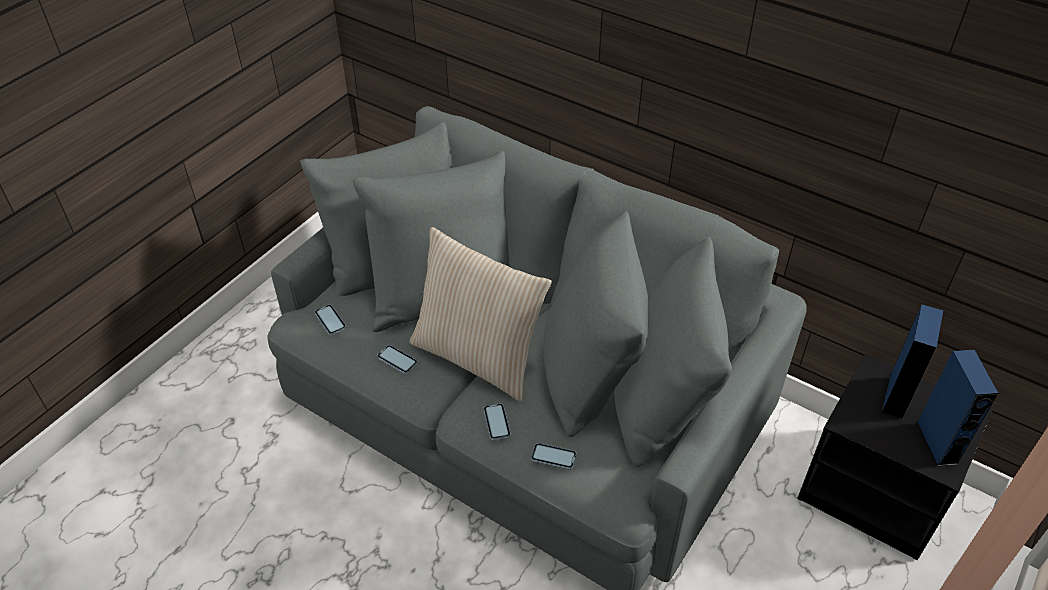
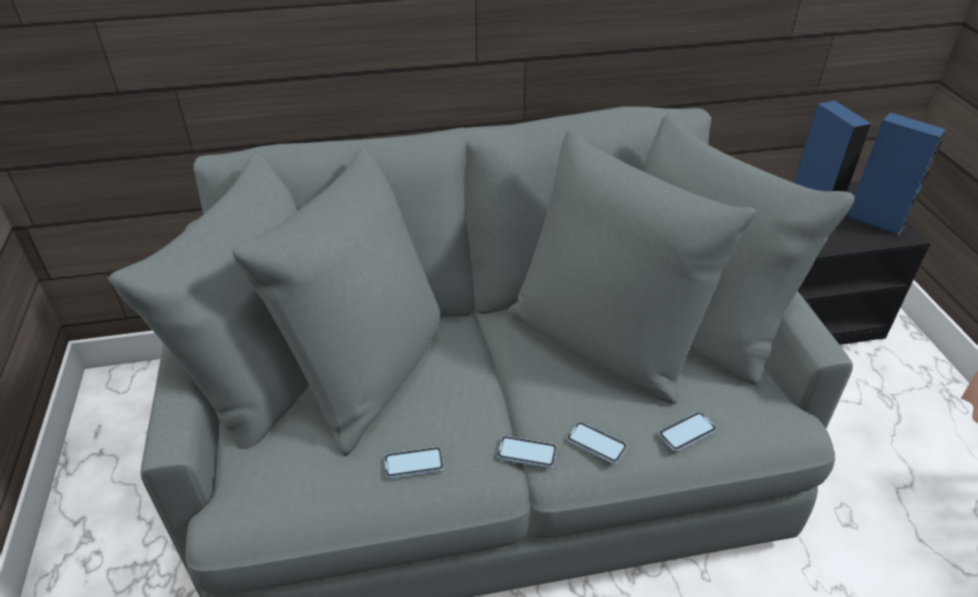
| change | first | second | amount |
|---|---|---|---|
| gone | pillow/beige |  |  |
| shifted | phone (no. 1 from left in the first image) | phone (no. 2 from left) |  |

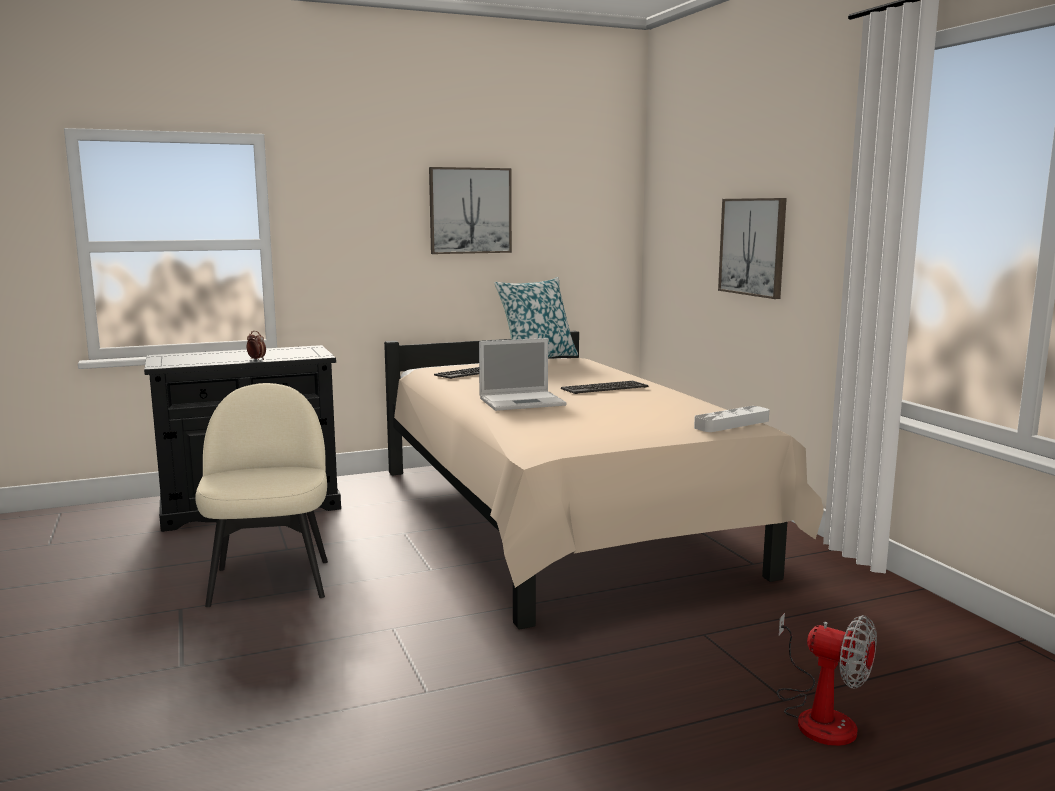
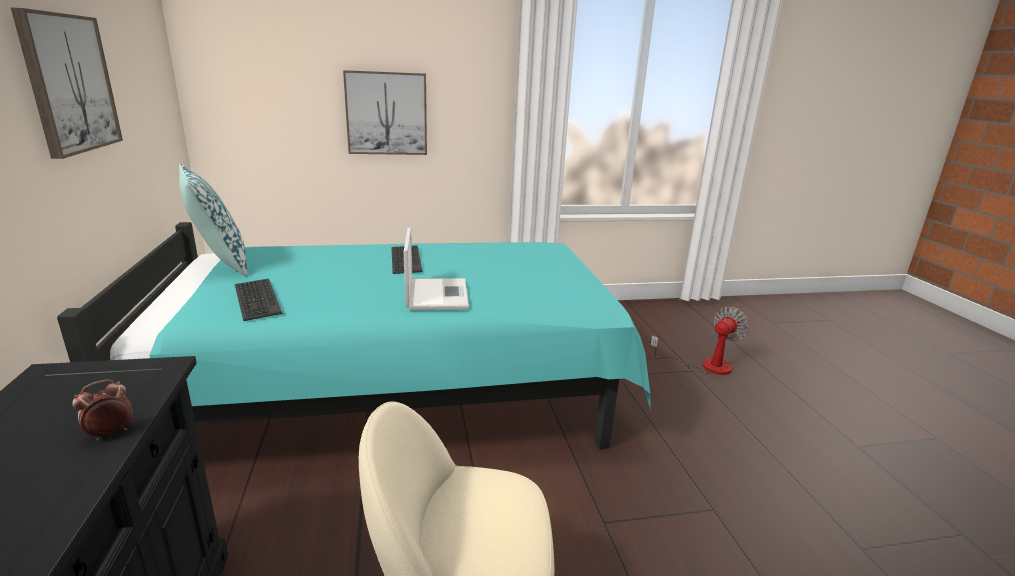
| change | first | second | amount |
|---|---|---|---|
| repainted | bed/beige | bed/blue-green |  |
| gone | serving tray/grey |  |  |

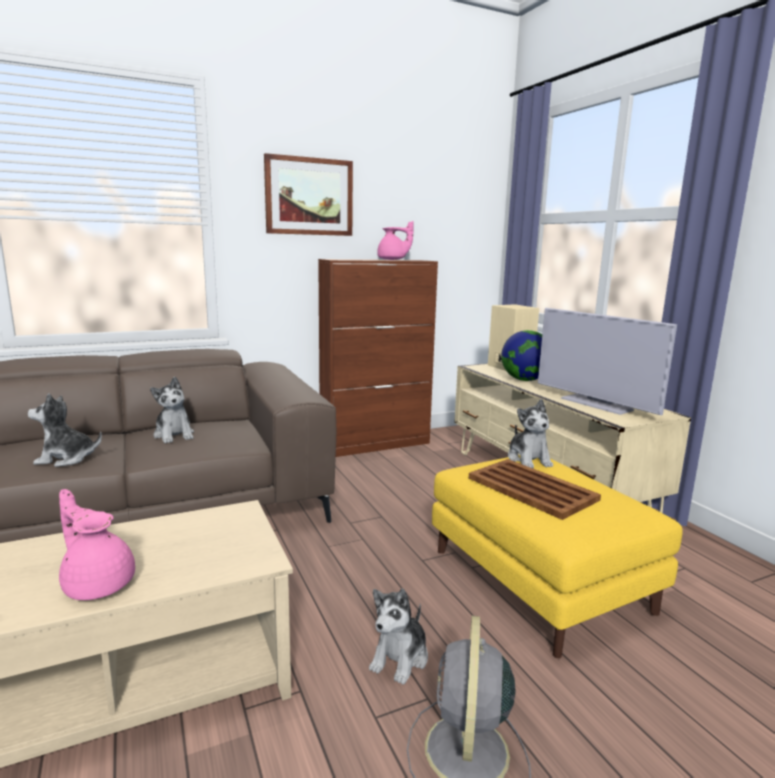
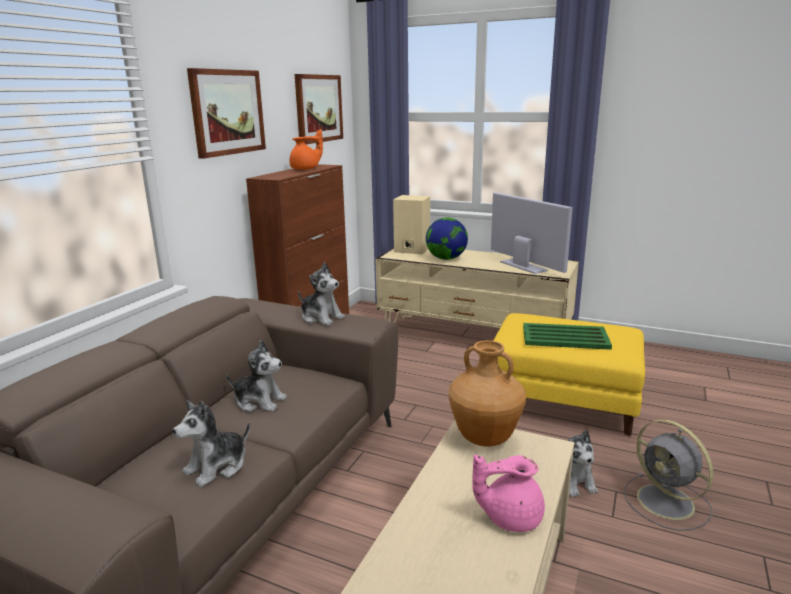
| change | first | second | amount |
|---|---|---|---|
| repainted | pot for tea/pink-coloured (no. 2 from left) | pot for tea/orange |  |
| rotated | television |  | 135 degrees counterclockwise |
| shifted | soft toy (no. 4 from left in the first image) | soft toy (no. 3 from left) |  |
| repainted | serving tray/brownish | serving tray/greenish |  |
| new |  | wall art (no. 2 from left) |  |
| new |  | vase/brownish |  |

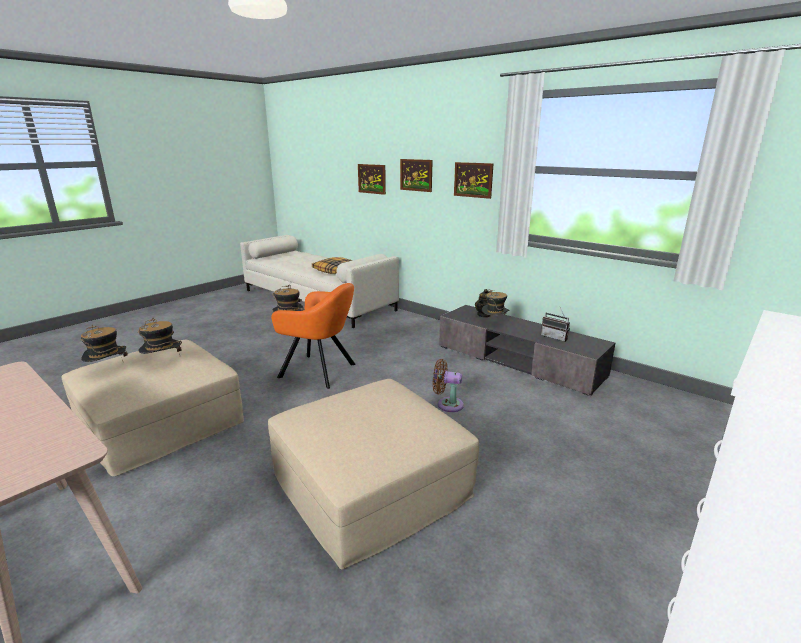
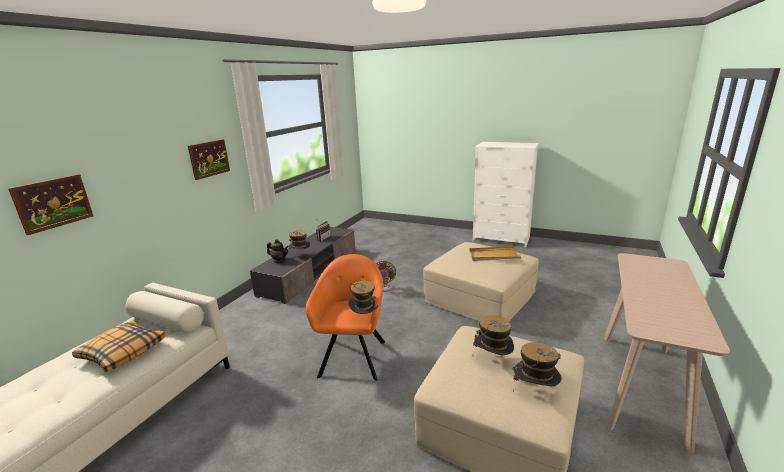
| change | first | second | amount |
|---|---|---|---|
| gone | wall art (no. 2 from left) |  |  |
| new |  | serving tray/beige |  |

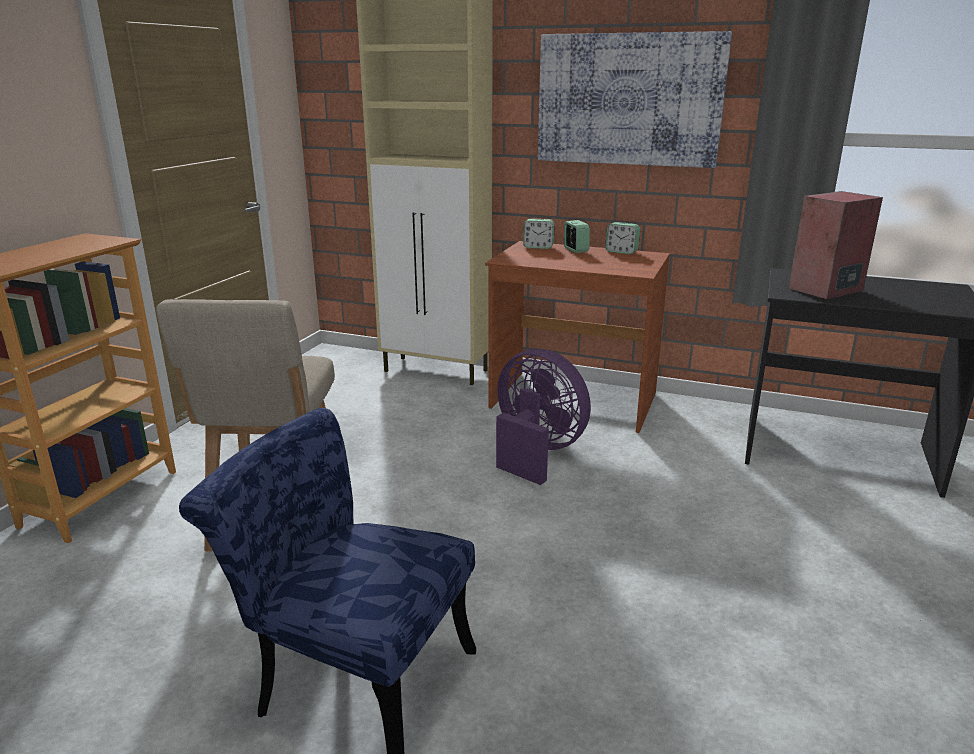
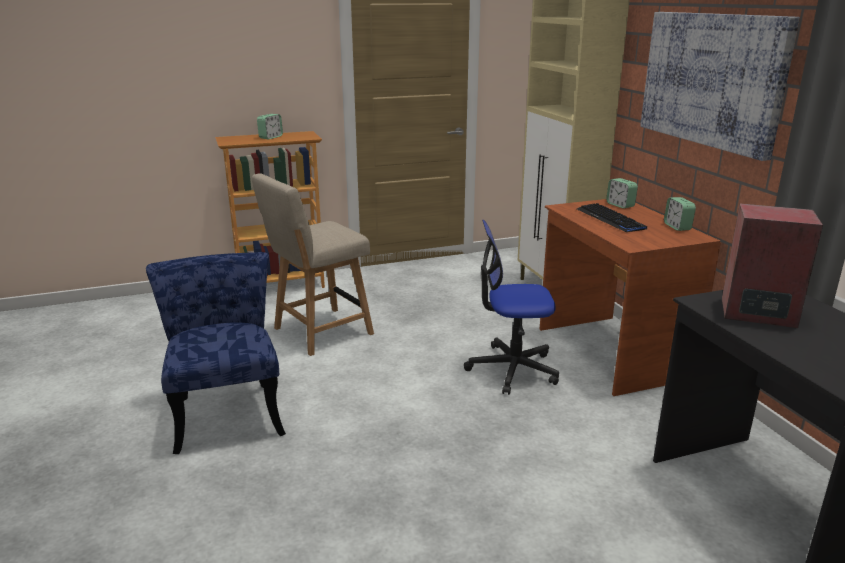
| change | first | second | amount |
|---|---|---|---|
| shifted | bedside clock (no. 2 from left in the first image) | bedside clock (no. 1 from left) |  |
| swapped | electric fan/purplish | computer chair |  |
| new |  | PC keyboard |  |

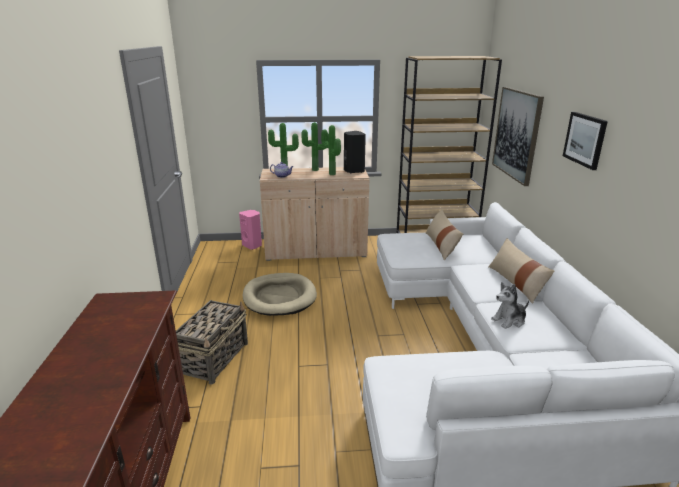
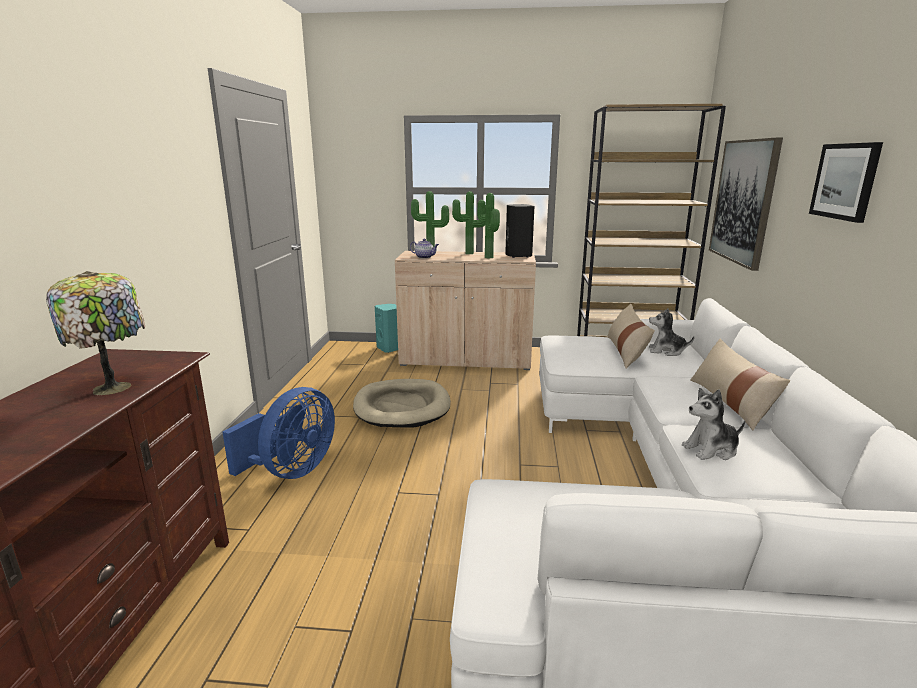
| change | first | second | amount |
|---|---|---|---|
| repainted | speaker/pink-coloured | speaker/blue-green |  |
| swapped | household basket | electric fan/blue-coloured |  |
| new |  | table lamp |  |
| new |  | soft toy (no. 1 from left) |  |

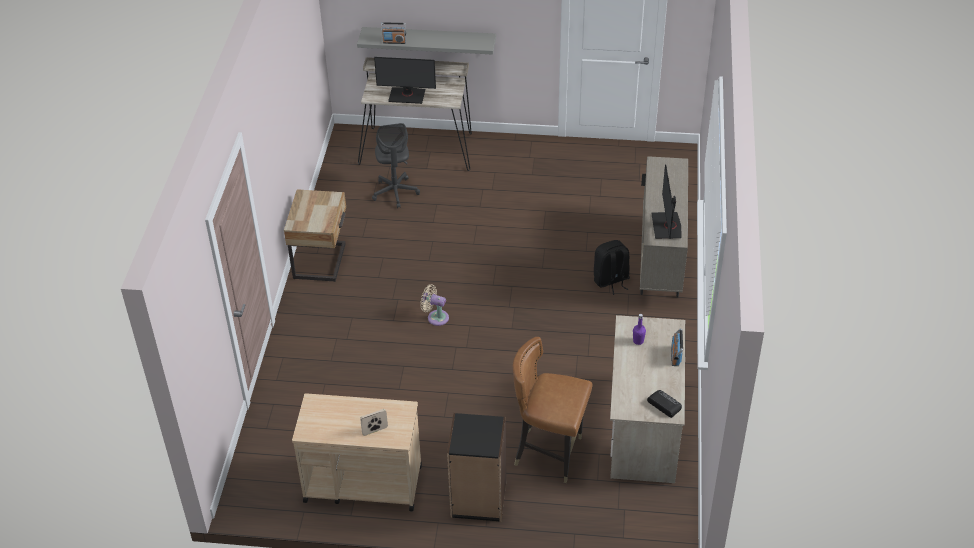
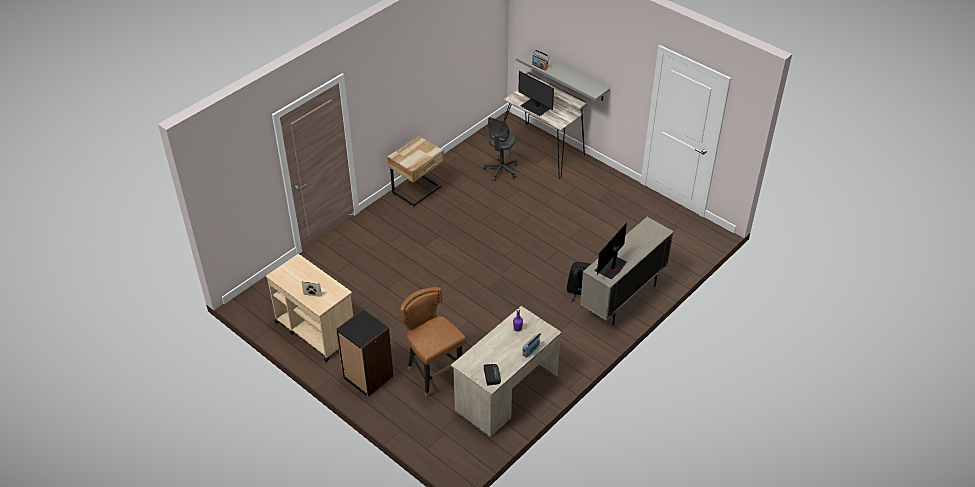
| change | first | second | amount |
|---|---|---|---|
| gone | electric fan/beige |  |  |

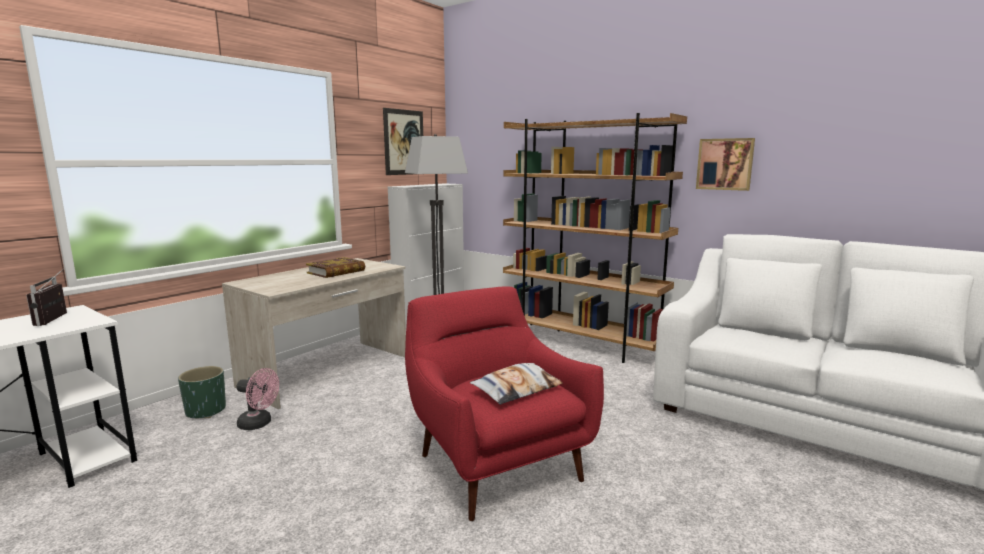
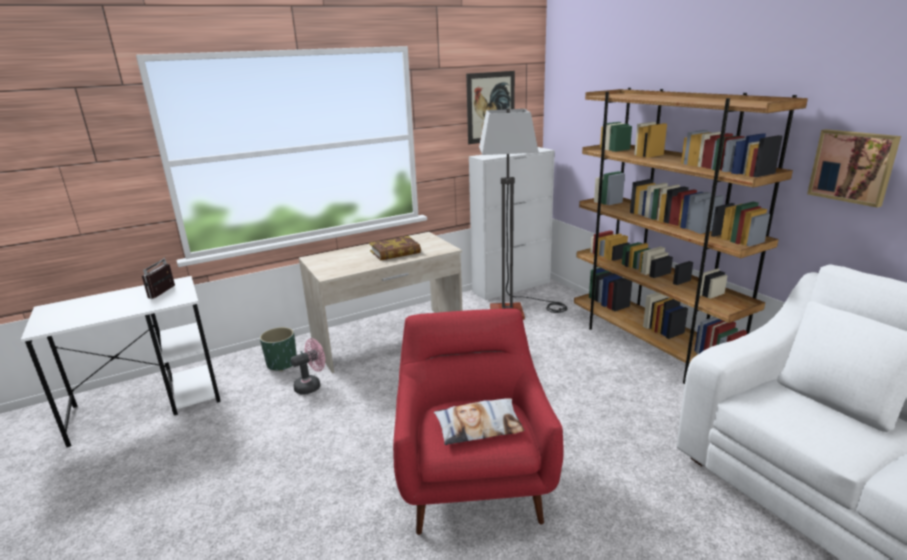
| change | first | second | amount |
|---|---|---|---|
| rotated | electric fan/pink-coloured |  | 75 degrees counterclockwise |

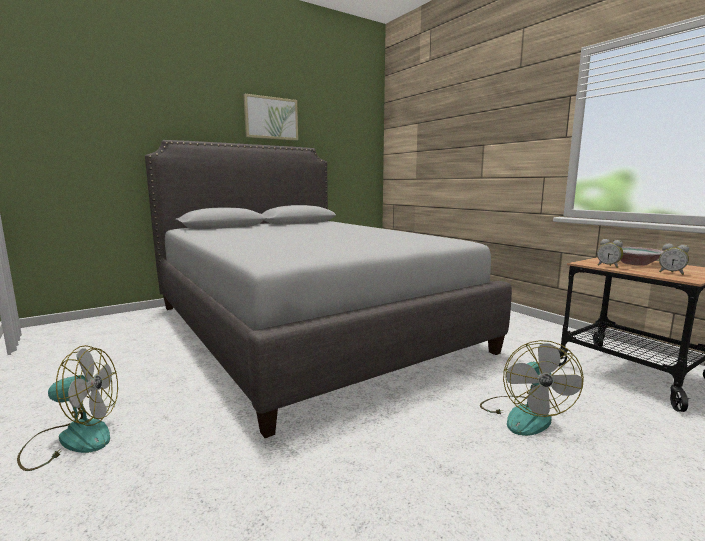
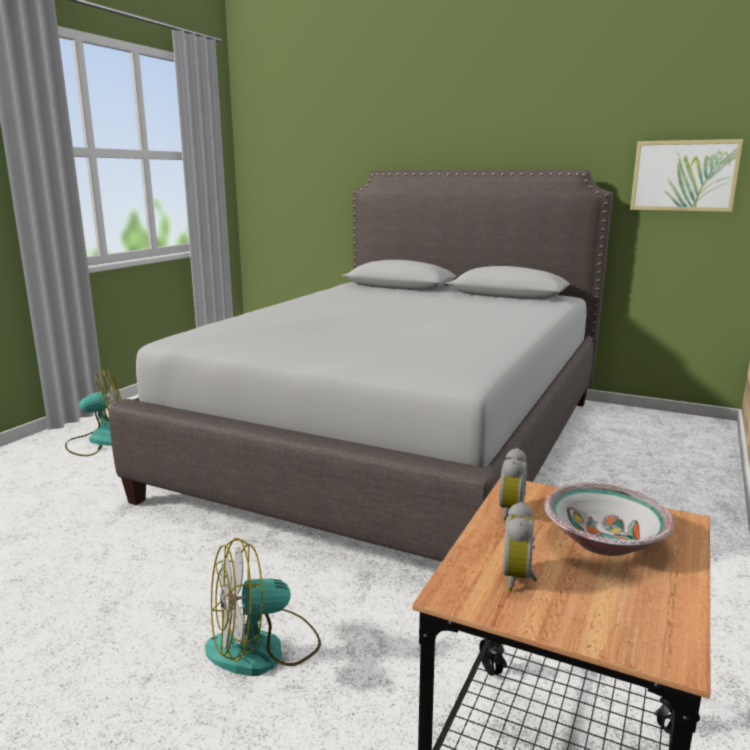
| change | first | second | amount |
|---|---|---|---|
| shifted | wall art |  |  |
| rotated | electric fan (no. 1 from left) |  | 75 degrees counterclockwise |

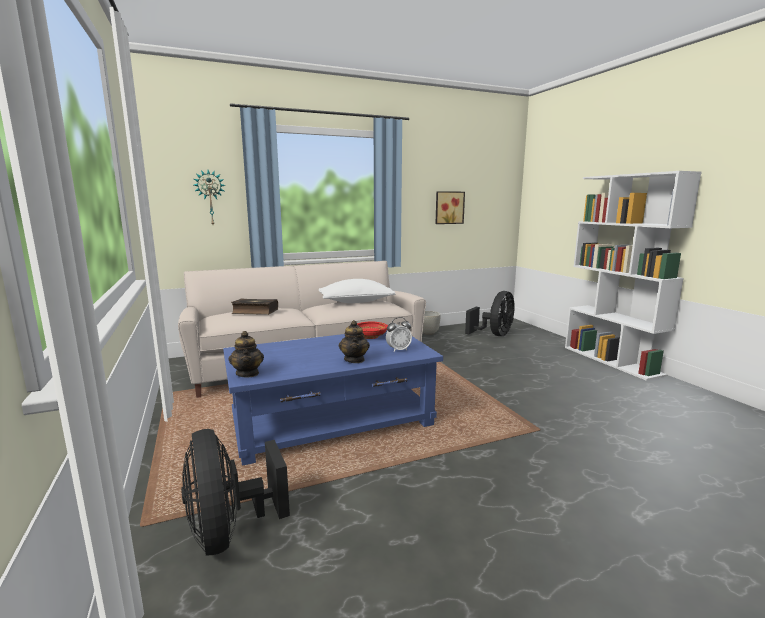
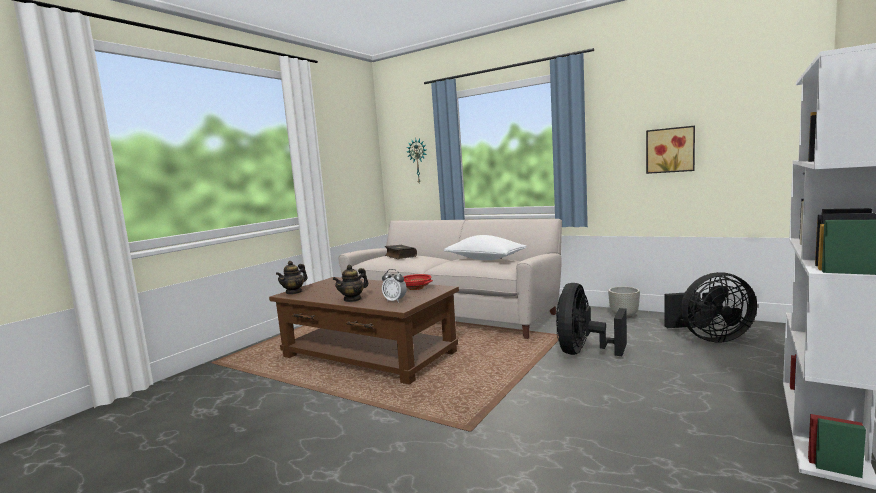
| change | first | second | amount |
|---|---|---|---|
| repainted | coffee table/blue-coloured | coffee table/brownish |  |
| shifted | electric fan/blackish (no. 1 from left) |  |  |

